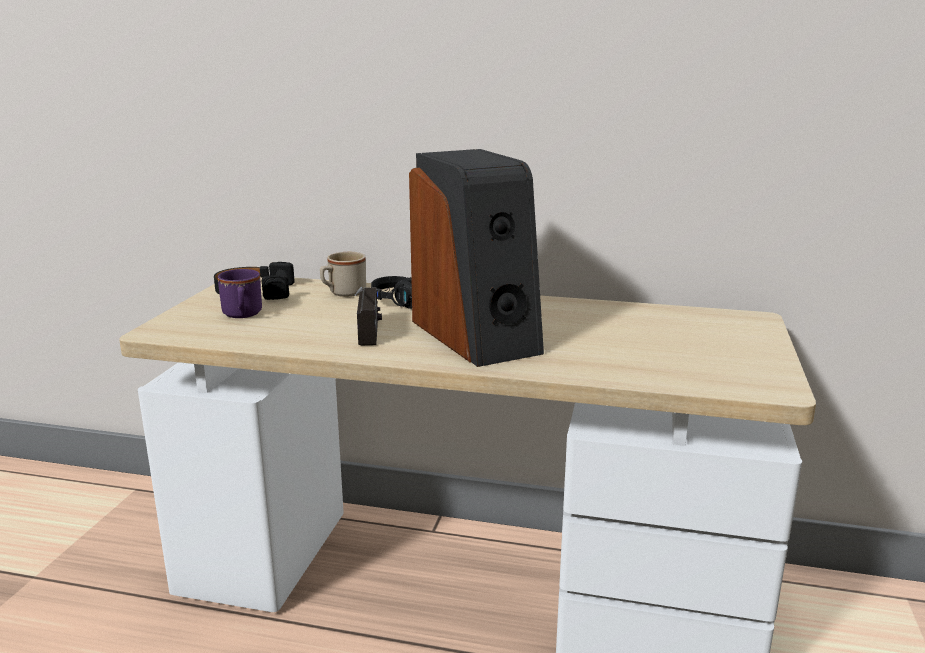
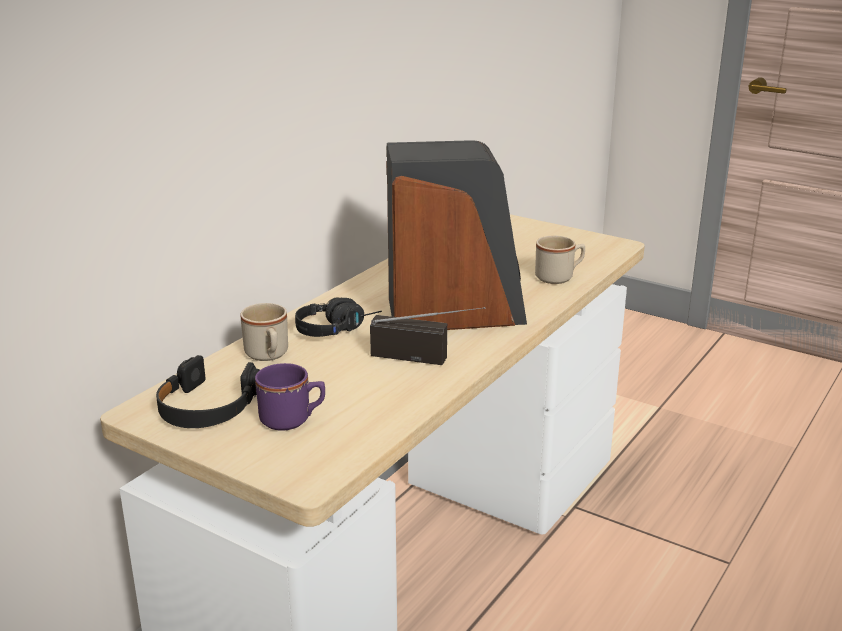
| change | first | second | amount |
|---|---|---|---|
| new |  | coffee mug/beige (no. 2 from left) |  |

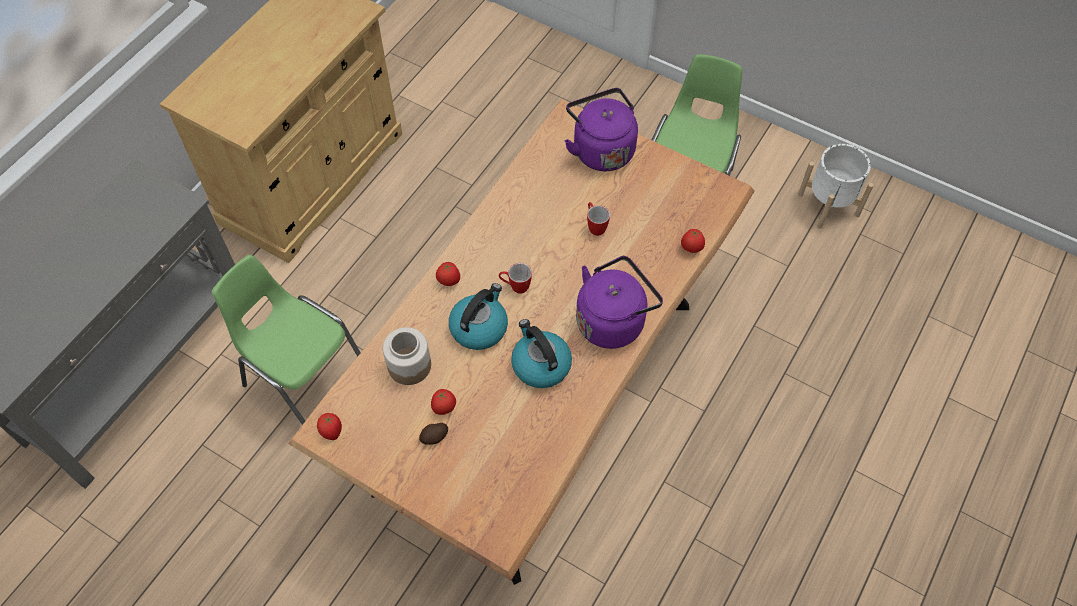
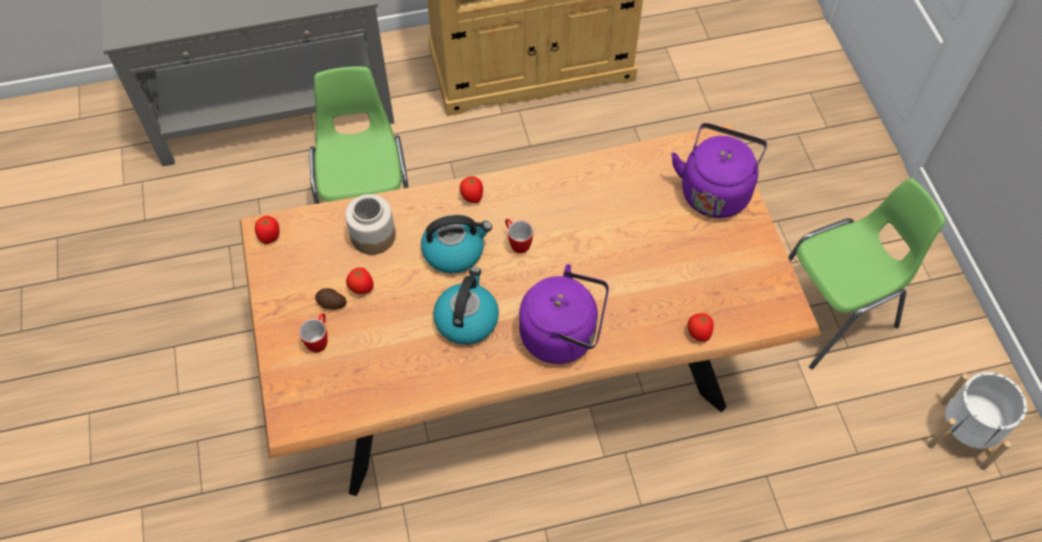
| change | first | second | amount |
|---|---|---|---|
| shifted | coffee mug (no. 2 from left in the first image) | coffee mug (no. 1 from left) |  |

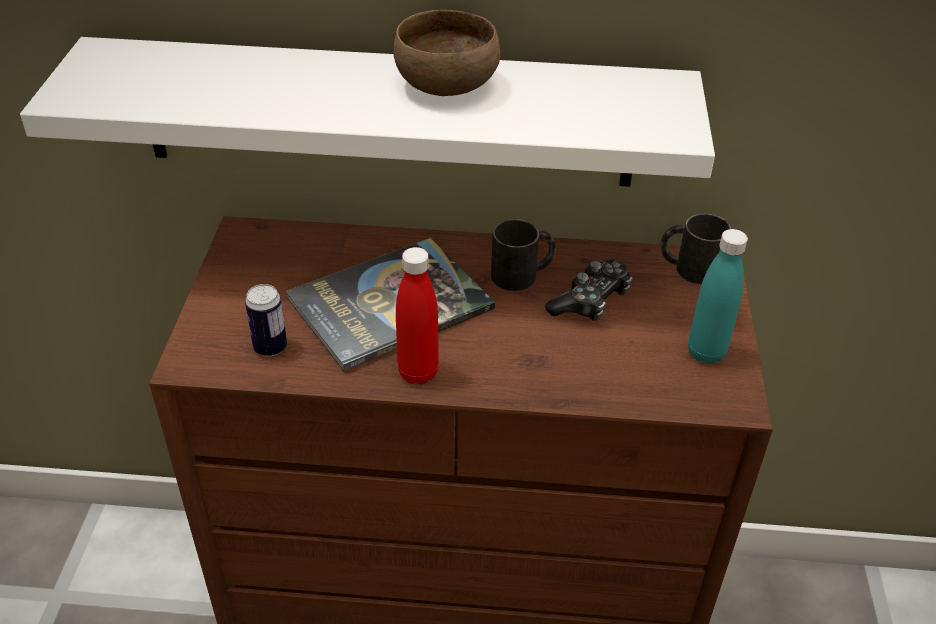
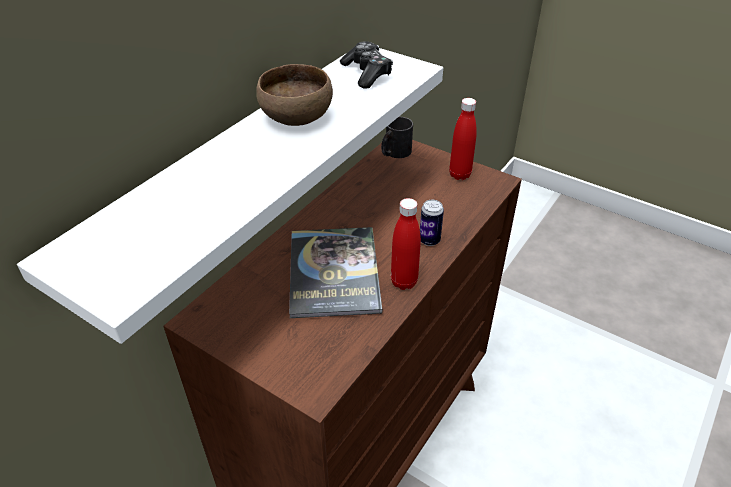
| change | first | second | amount |
|---|---|---|---|
| gone | coffee mug/blackish (no. 1 from left) |  |  |
| repainted | bottle/blue-green | bottle/reddish (no. 2 from left) |  |
| shifted | joypad |  |  |
| shifted | sealed can |  |  |

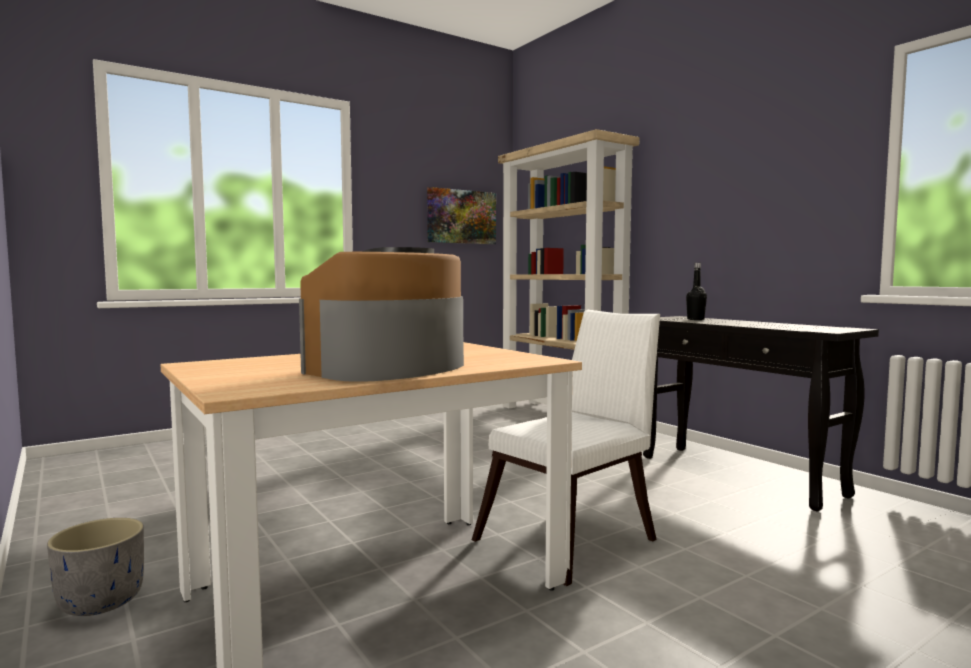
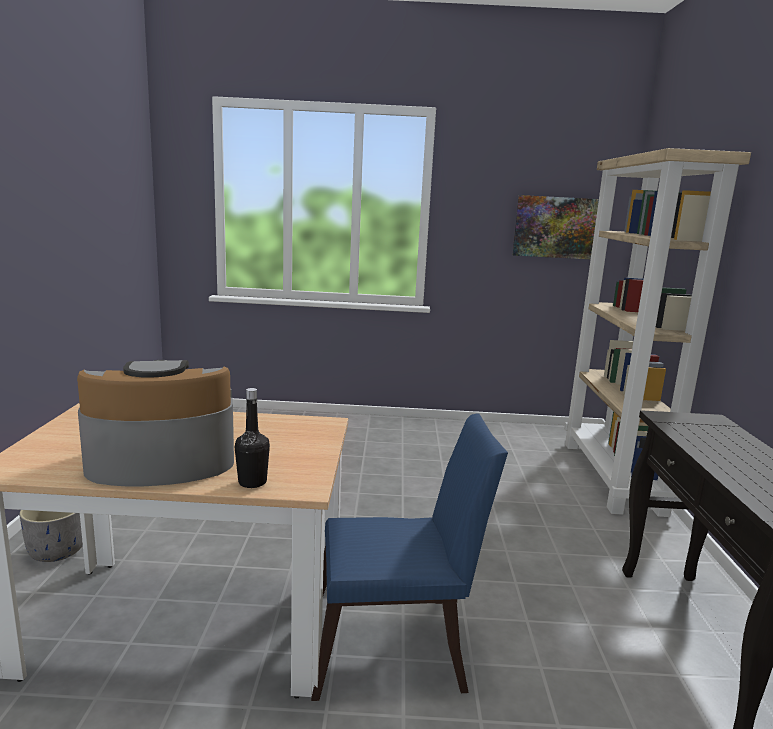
| change | first | second | amount |
|---|---|---|---|
| shifted | bottle/blackish |  |  |
| repainted | chair/whitish | chair/blue-coloured |  |

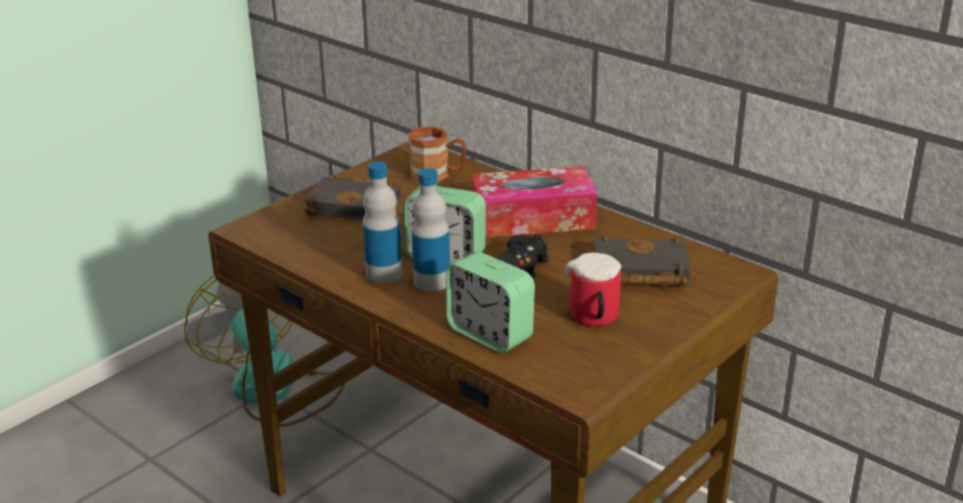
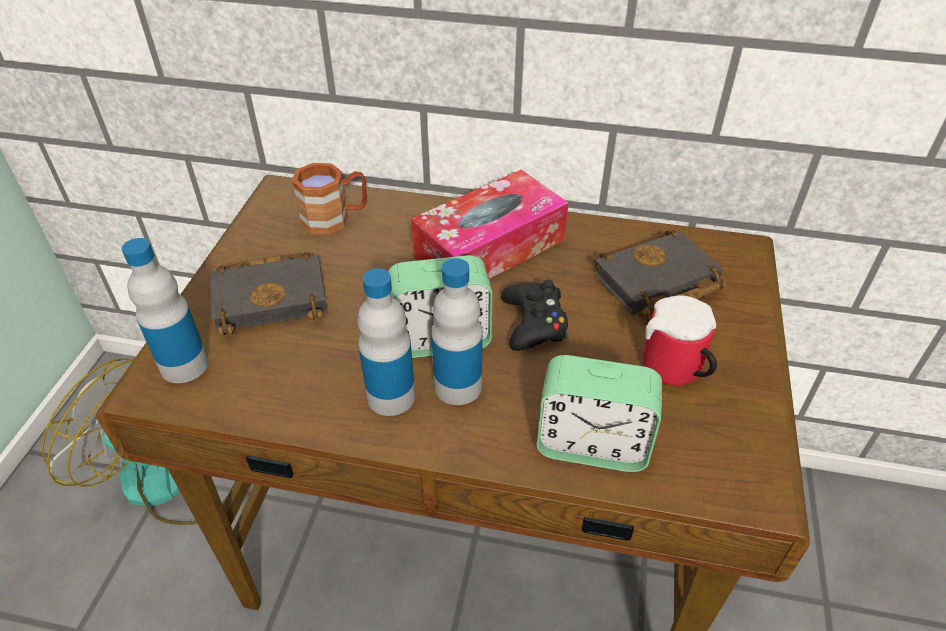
| change | first | second | amount |
|---|---|---|---|
| new |  | bottle (no. 1 from left) |  |

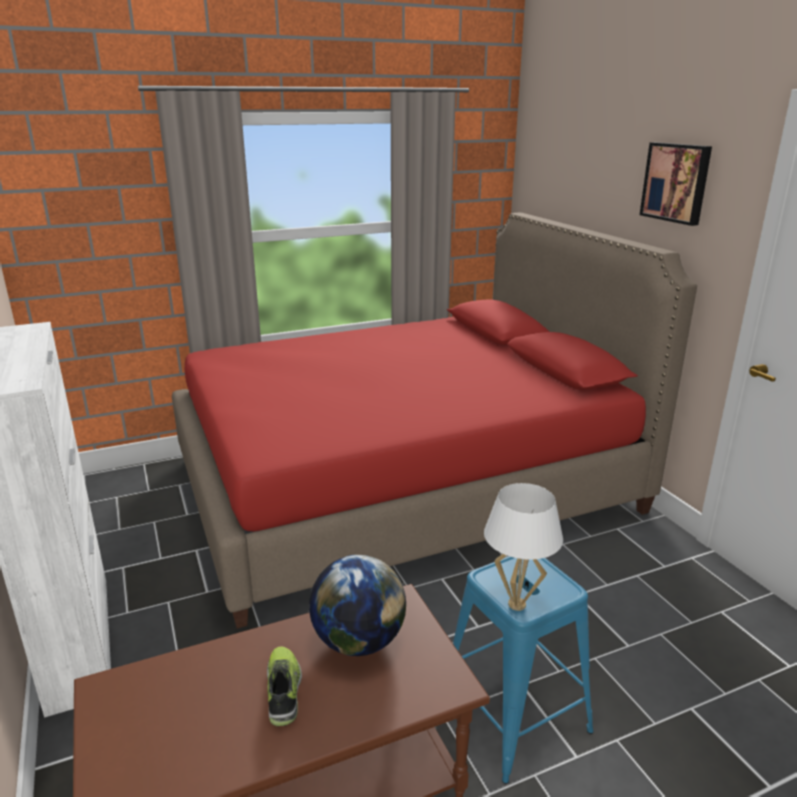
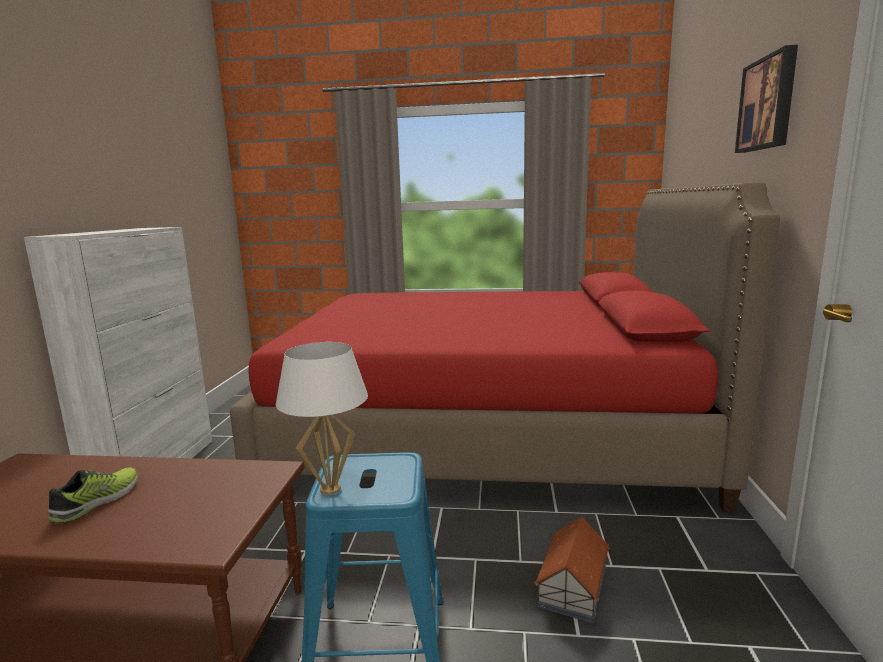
| change | first | second | amount |
|---|---|---|---|
| gone | globe |  |  |
| new |  | model house |  |

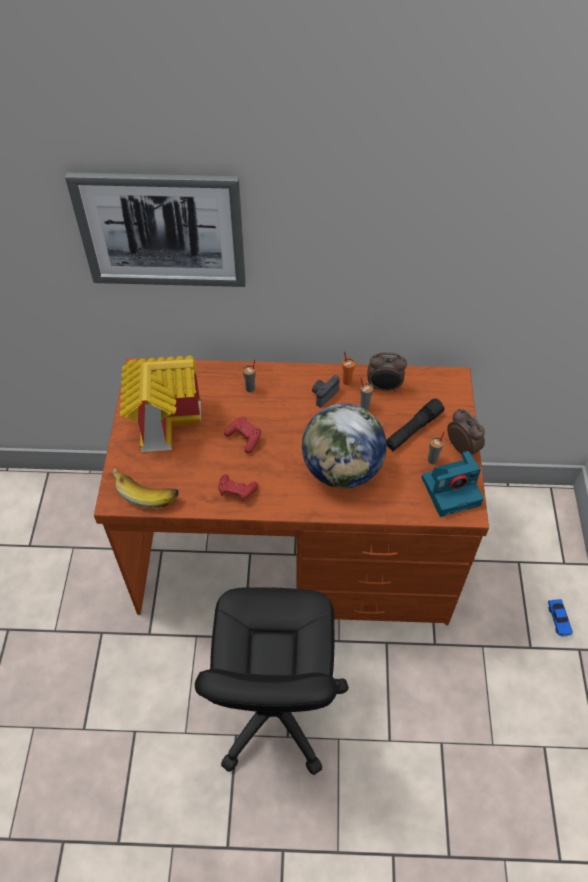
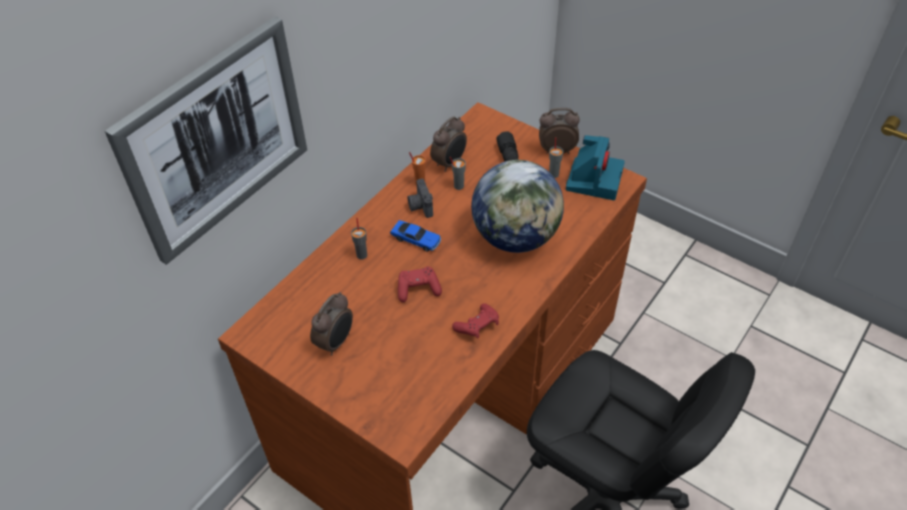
| change | first | second | amount |
|---|---|---|---|
| swapped | model house | bedside clock (no. 1 from left) |  |
| gone | banana fruit |  |  |
| shifted | miniature car |  |  |

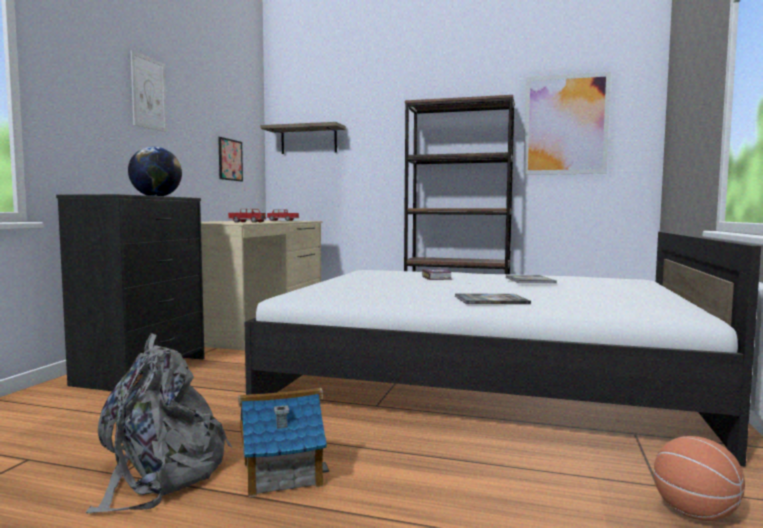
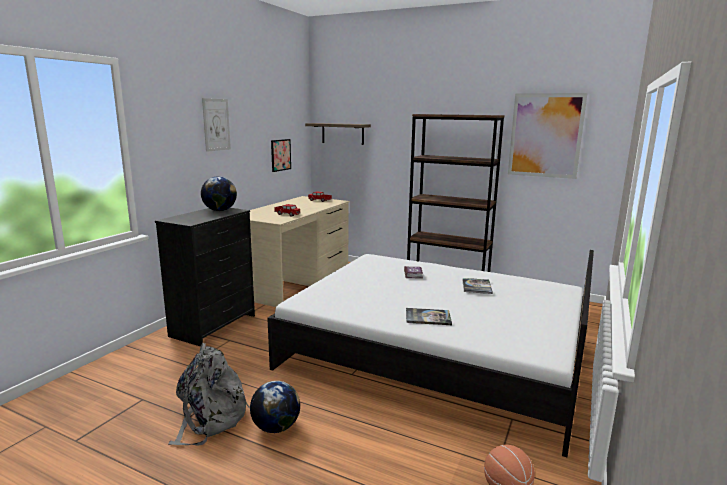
| change | first | second | amount |
|---|---|---|---|
| swapped | model house | globe (no. 2 from left) |  |

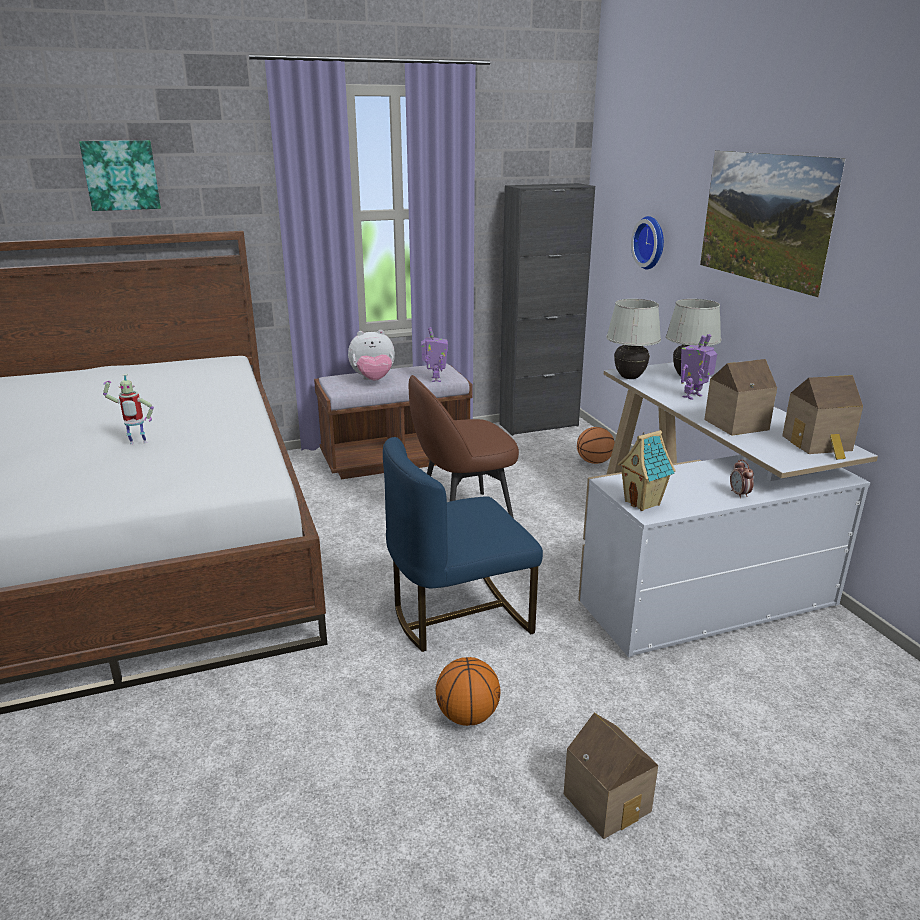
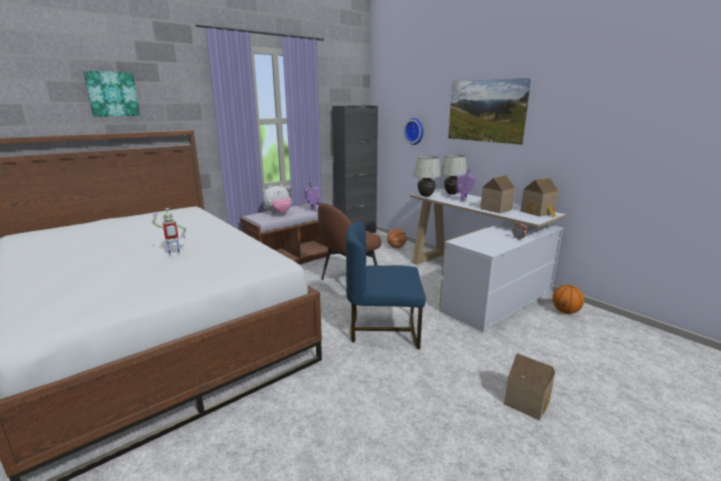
| change | first | second | amount |
|---|---|---|---|
| gone | model house (no. 2 from left) |  |  |
| rotated | chair/blue-coloured |  | 45 degrees clockwise |
| shifted | basketball ball (no. 1 from left in the first image) | basketball ball (no. 2 from left) |  |

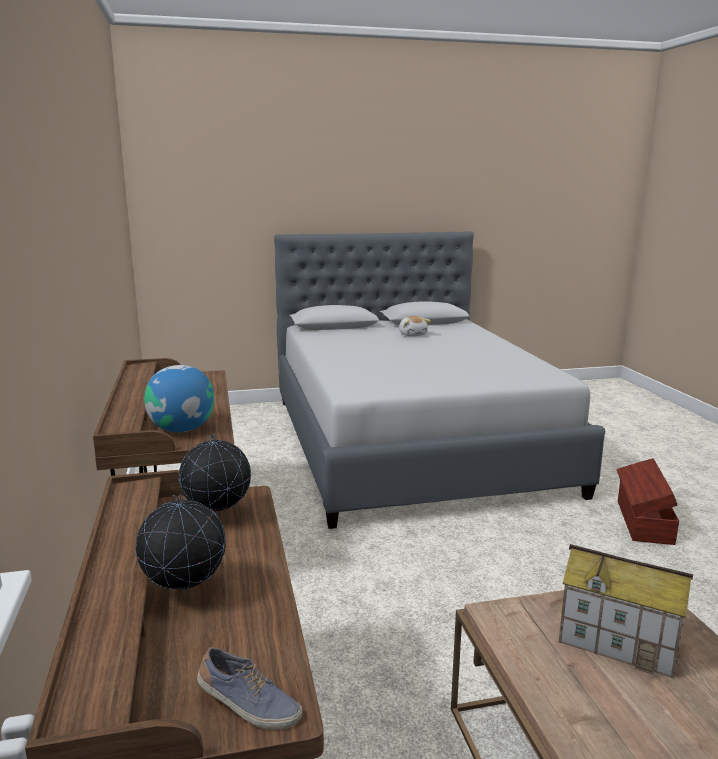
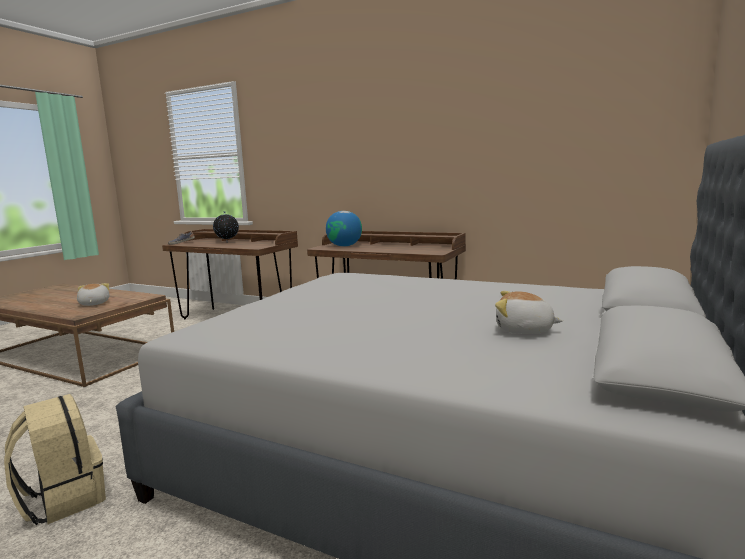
| change | first | second | amount |
|---|---|---|---|
| gone | globe (no. 3 from left) |  |  |
| swapped | storage bin/brownish | rucksack/beige |  |
| swapped | model house | soft toy (no. 1 from left) |  |

